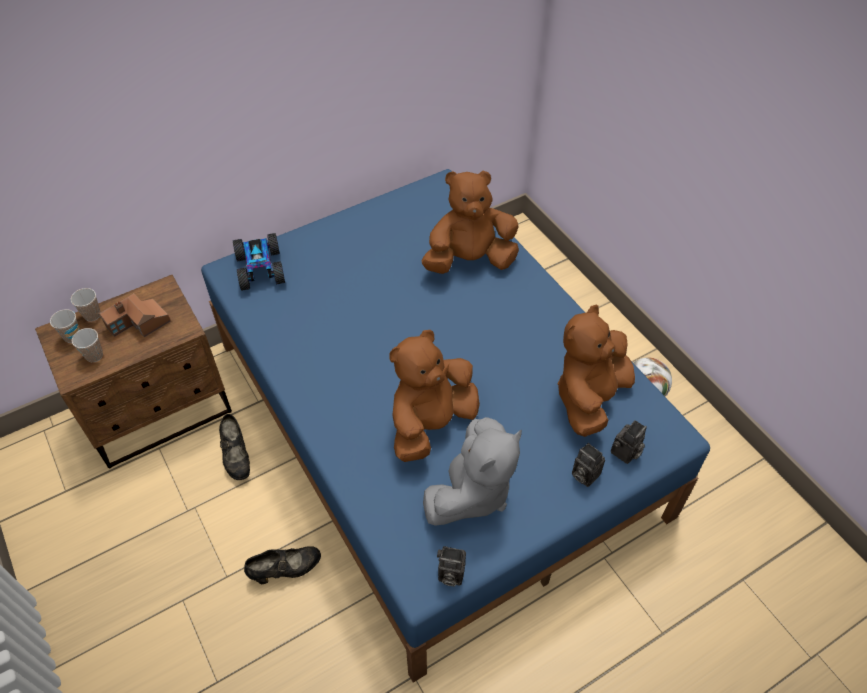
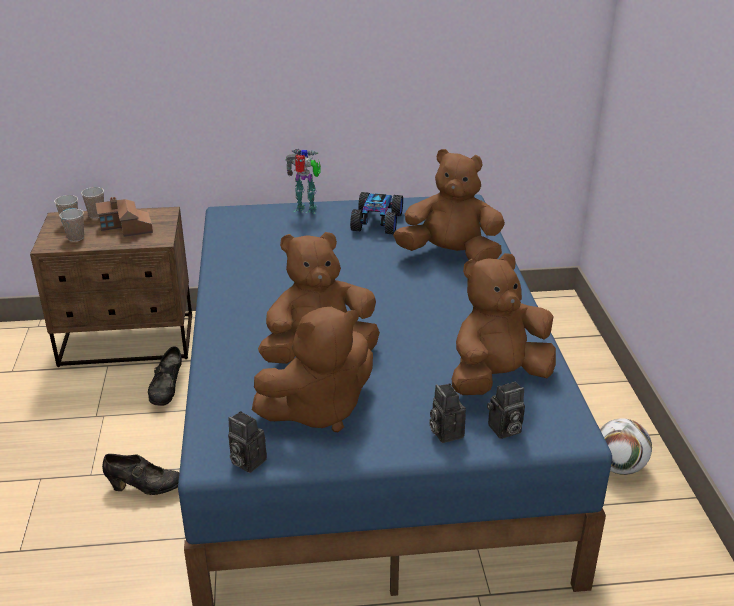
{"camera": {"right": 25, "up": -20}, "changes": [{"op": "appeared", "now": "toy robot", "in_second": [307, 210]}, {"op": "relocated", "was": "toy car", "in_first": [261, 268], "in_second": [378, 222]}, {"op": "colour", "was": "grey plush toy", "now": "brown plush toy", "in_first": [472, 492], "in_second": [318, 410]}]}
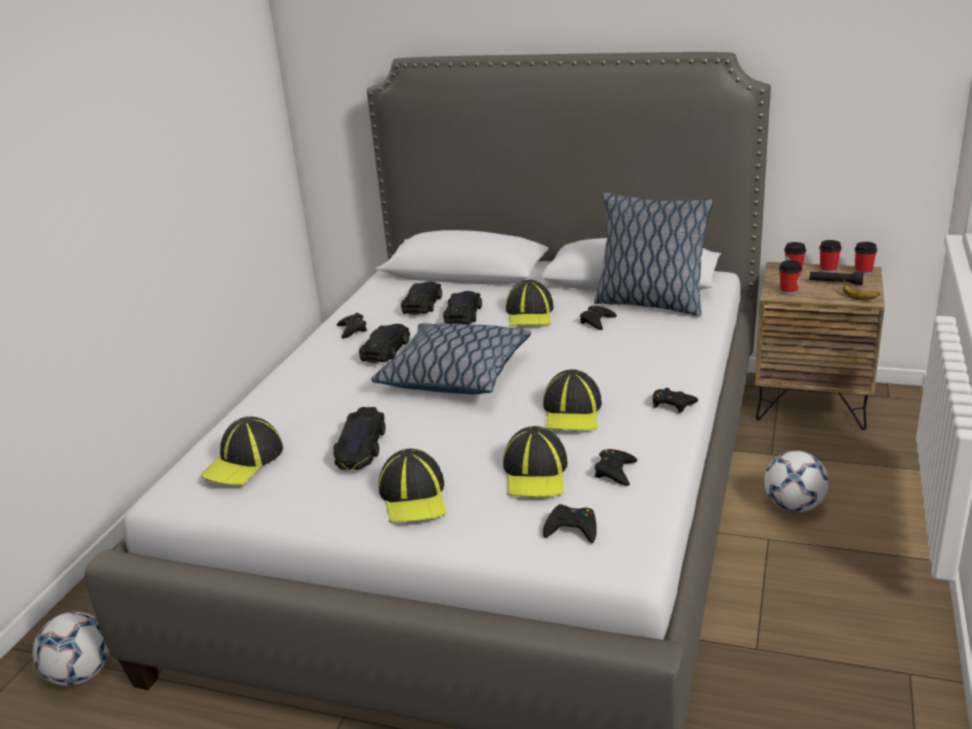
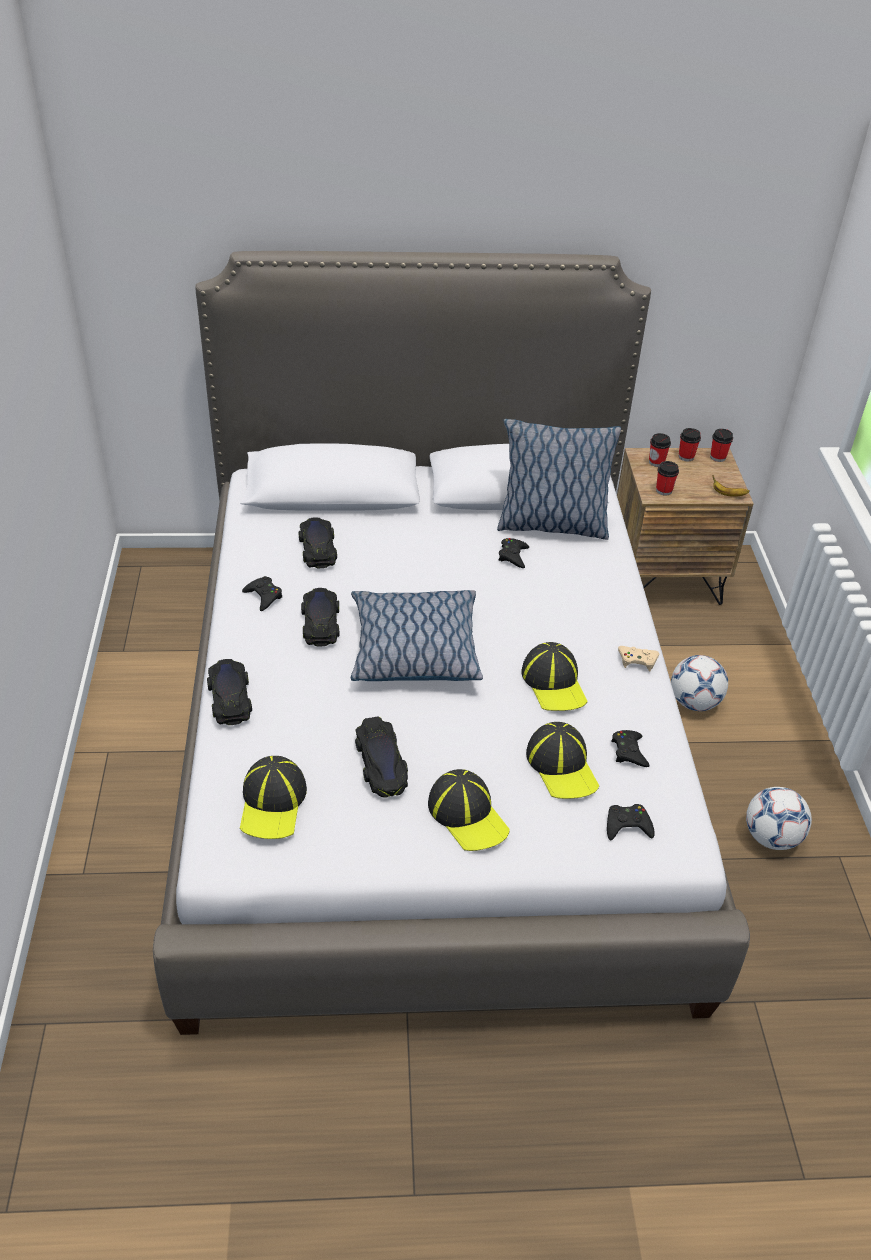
{"camera": {"right": -25, "up": 15}, "changes": [{"op": "missing", "was": "cap", "in_first": [530, 314]}, {"op": "missing", "was": "black flashlight", "in_first": [835, 283]}, {"op": "relocated", "was": "football", "in_first": [81, 674], "in_second": [771, 837]}, {"op": "relocated", "was": "black toy car", "in_first": [463, 314], "in_second": [230, 696]}, {"op": "colour", "was": "black game controller", "now": "beige game controller", "in_first": [672, 404], "in_second": [637, 660]}]}
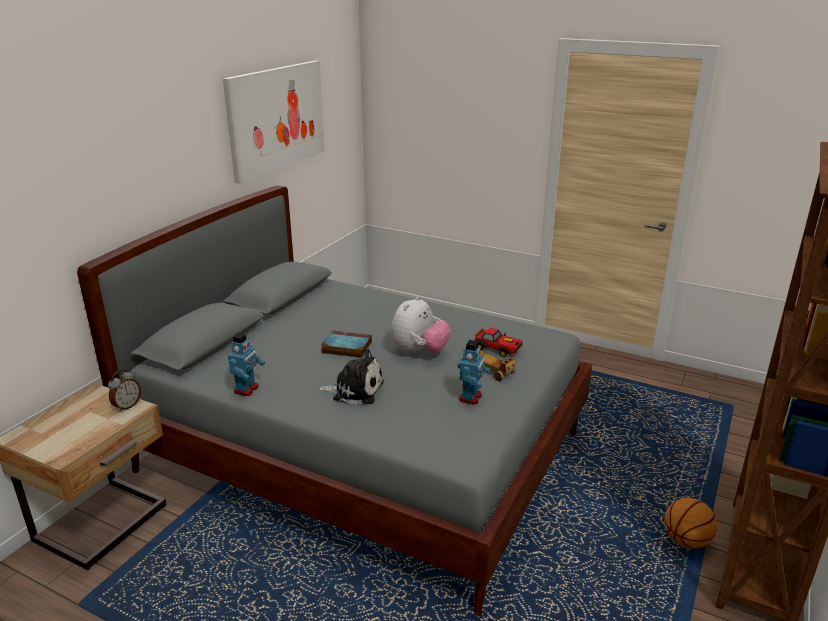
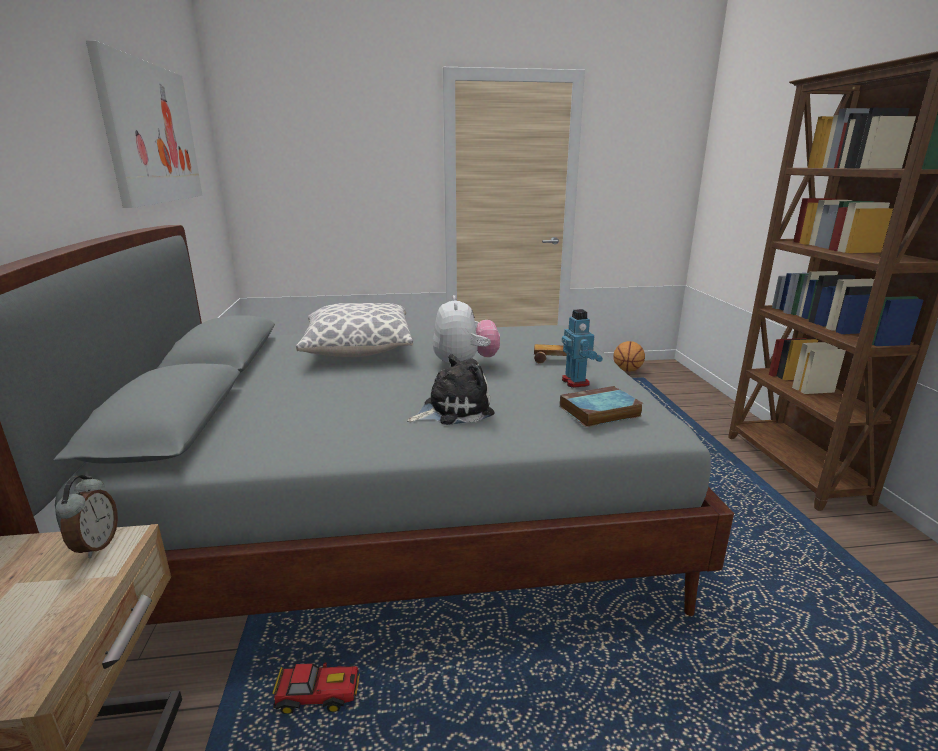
{"camera": {"right": -35, "up": -5}, "changes": [{"op": "missing", "was": "toy robot", "in_first": [247, 389]}, {"op": "appeared", "now": "pillow", "in_second": [358, 350]}, {"op": "relocated", "was": "book", "in_first": [345, 348], "in_second": [599, 412]}, {"op": "relocated", "was": "toy car", "in_first": [497, 349], "in_second": [319, 696]}, {"op": "relocated", "was": "basketball", "in_first": [685, 541], "in_second": [627, 370]}]}
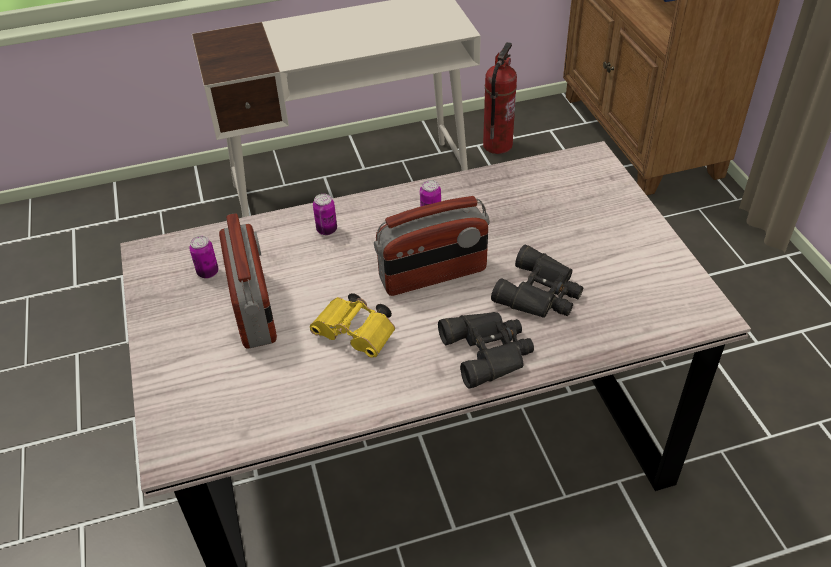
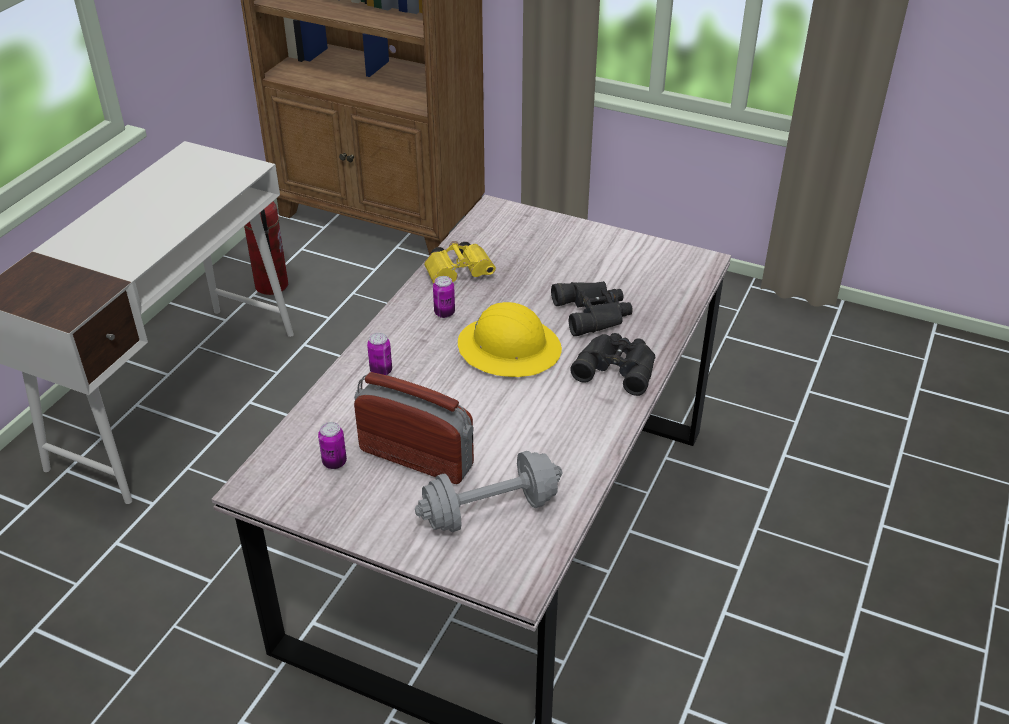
{"camera": {"right": -50, "up": -5}, "changes": [{"op": "appeared", "now": "grey dumbbell", "in_second": [490, 510]}, {"op": "relocated", "was": "yellow binoculars", "in_first": [357, 335], "in_second": [460, 274]}, {"op": "exchanged", "was": "radio", "now": "yellow hard hat", "in_first": [433, 275], "in_second": [509, 348]}]}
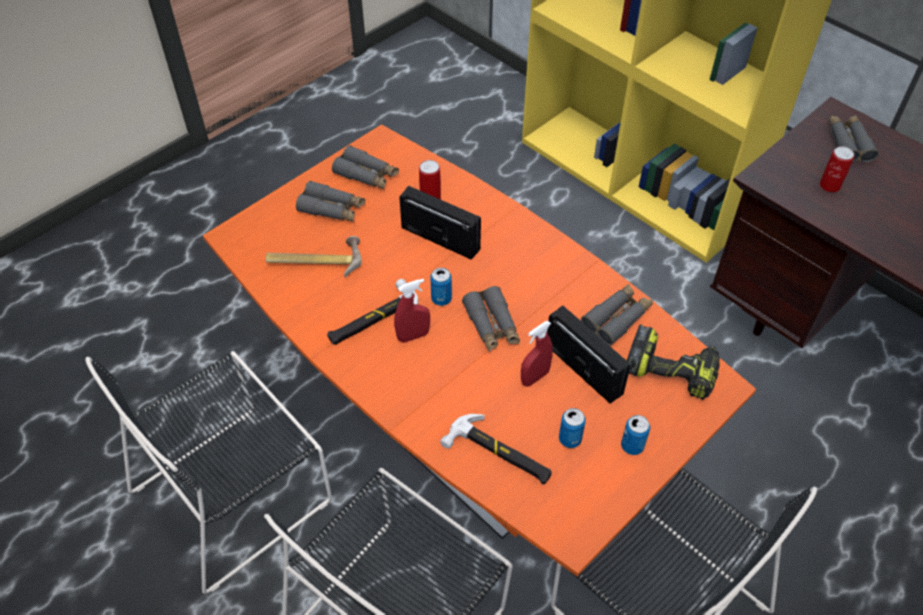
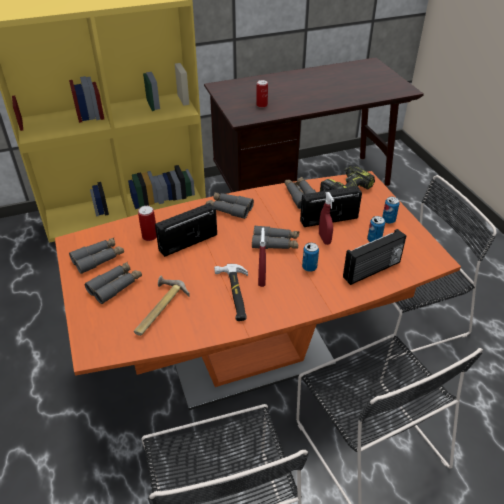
{"camera": {"right": -65, "up": -10}, "changes": [{"op": "relocated", "was": "can", "in_first": [441, 299], "in_second": [309, 267]}, {"op": "relocated", "was": "grey binoculars", "in_first": [848, 143], "in_second": [229, 209]}, {"op": "exchanged", "was": "hammer", "now": "radio", "in_first": [499, 454], "in_second": [372, 270]}]}
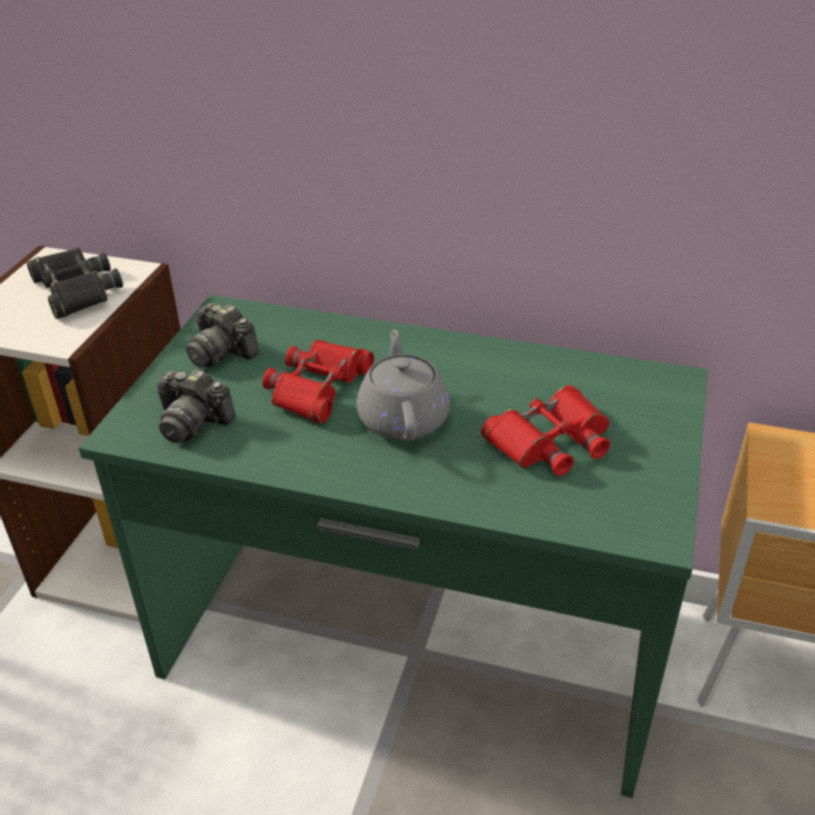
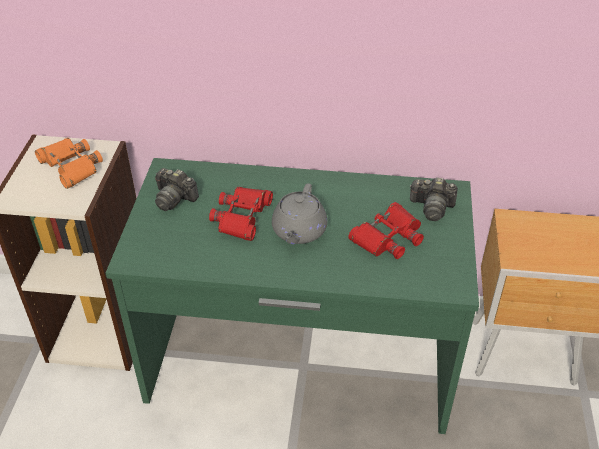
{"camera": {"right": -10, "up": 5}, "changes": [{"op": "relocated", "was": "photo camera", "in_first": [192, 422], "in_second": [432, 207]}, {"op": "colour", "was": "black binoculars", "now": "orange binoculars", "in_first": [75, 290], "in_second": [71, 166]}, {"op": "spun", "was": "grey teapot", "in_first": [403, 418], "in_second": [299, 231], "clockwise": -150}]}
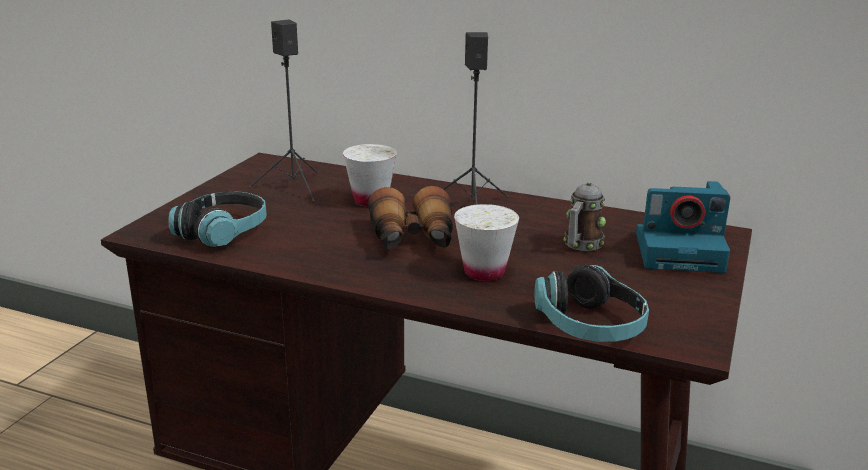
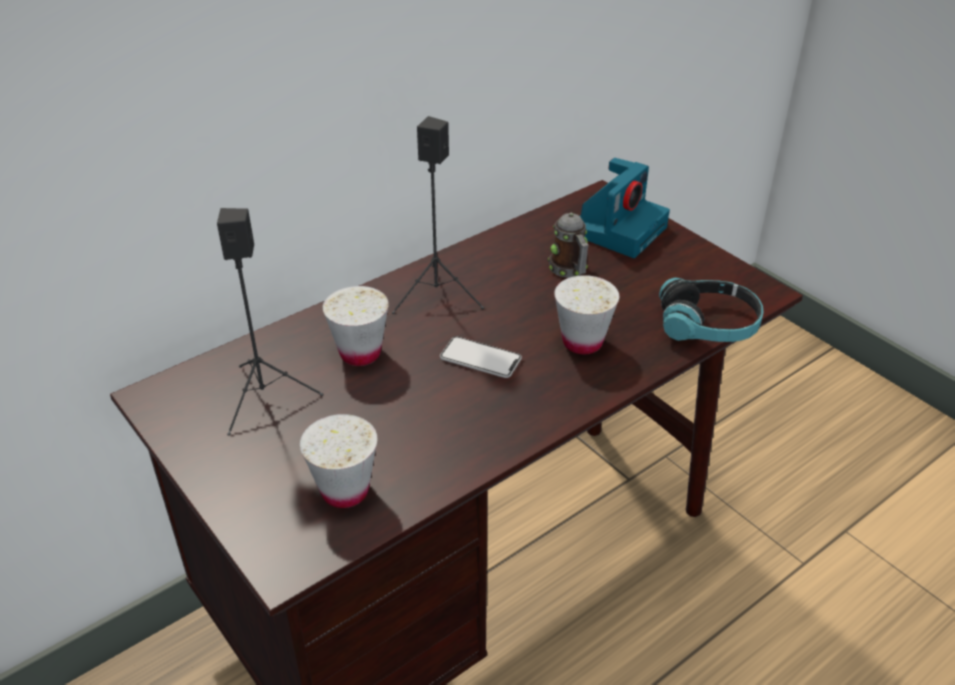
{"camera": {"right": -60, "up": 15}, "changes": [{"op": "exchanged", "was": "headphones", "now": "white cup", "in_first": [222, 231], "in_second": [345, 491]}, {"op": "exchanged", "was": "binoculars", "now": "phone", "in_first": [412, 239], "in_second": [480, 359]}]}
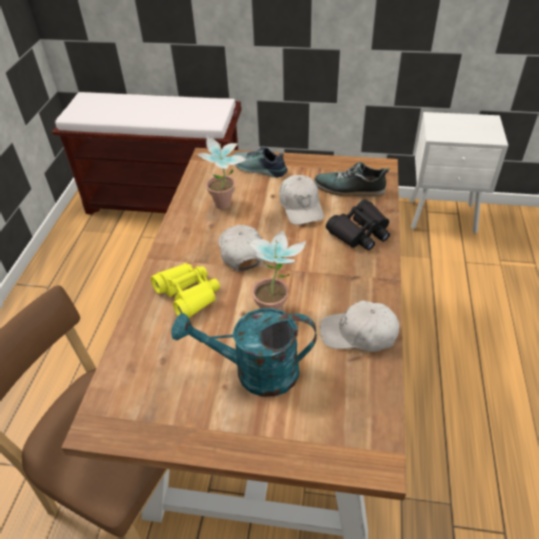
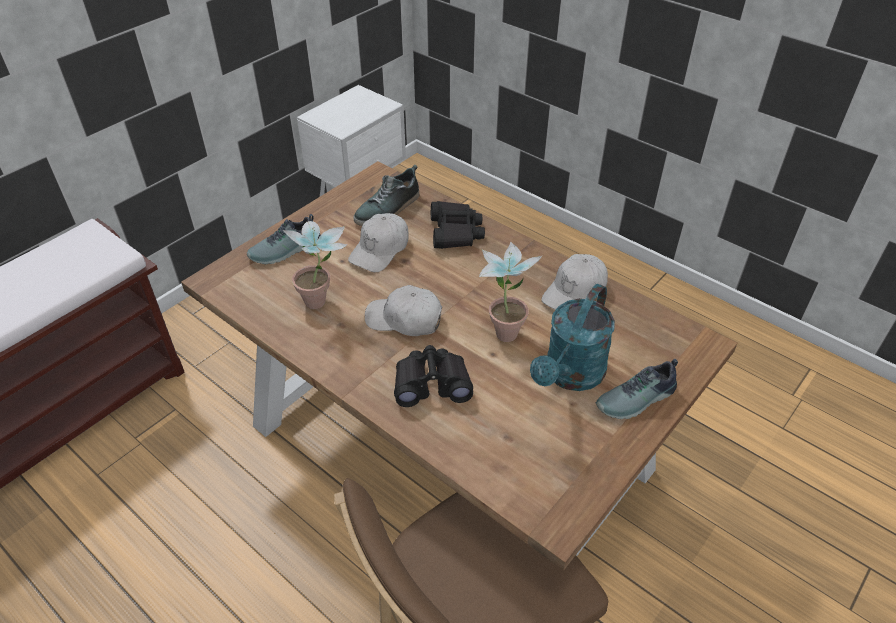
{"camera": {"right": -60, "up": 0}, "changes": [{"op": "appeared", "now": "shoe", "in_second": [637, 400]}, {"op": "colour", "was": "yellow binoculars", "now": "black binoculars", "in_first": [188, 294], "in_second": [432, 384]}, {"op": "spun", "was": "white cap", "in_first": [301, 206], "in_second": [380, 250], "clockwise": 105}]}
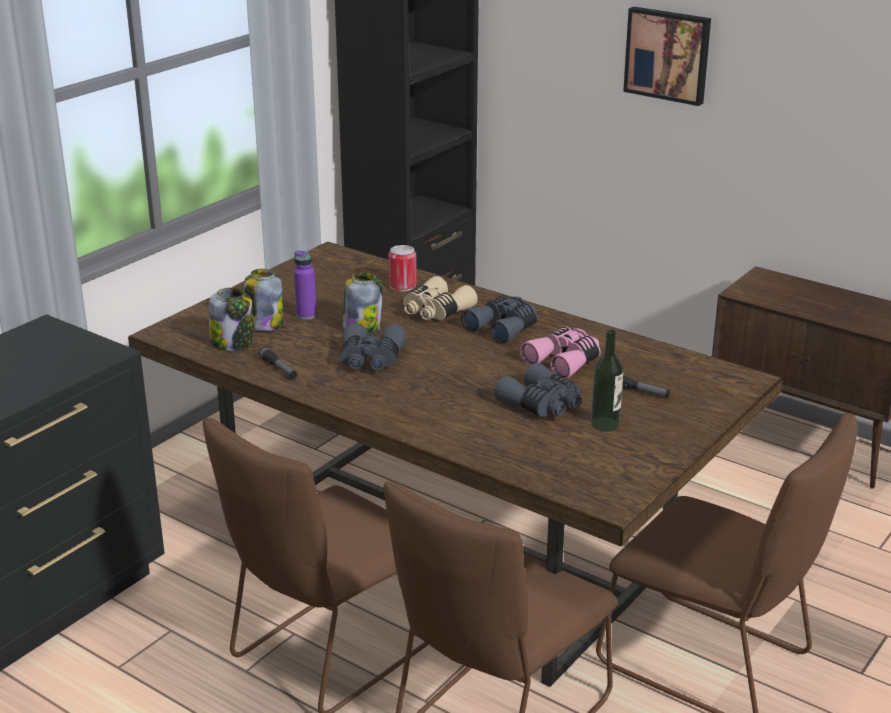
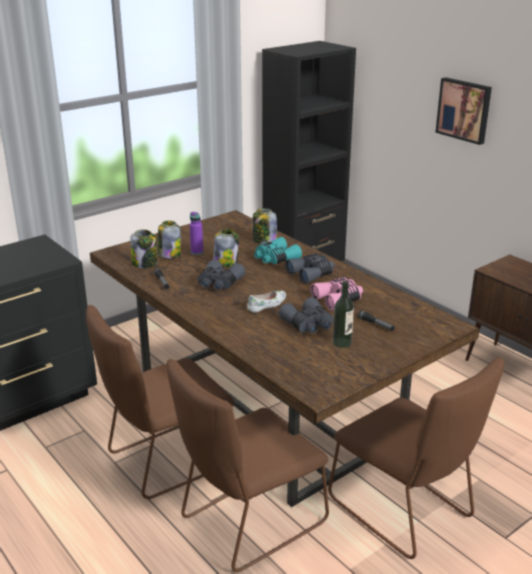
{"camera": {"right": 15, "up": 0}, "changes": [{"op": "appeared", "now": "white shoe", "in_second": [267, 305]}, {"op": "exchanged", "was": "can", "now": "jar", "in_first": [402, 286], "in_second": [264, 241]}, {"op": "colour", "was": "beige binoculars", "now": "turquoise binoculars", "in_first": [435, 311], "in_second": [275, 258]}]}
